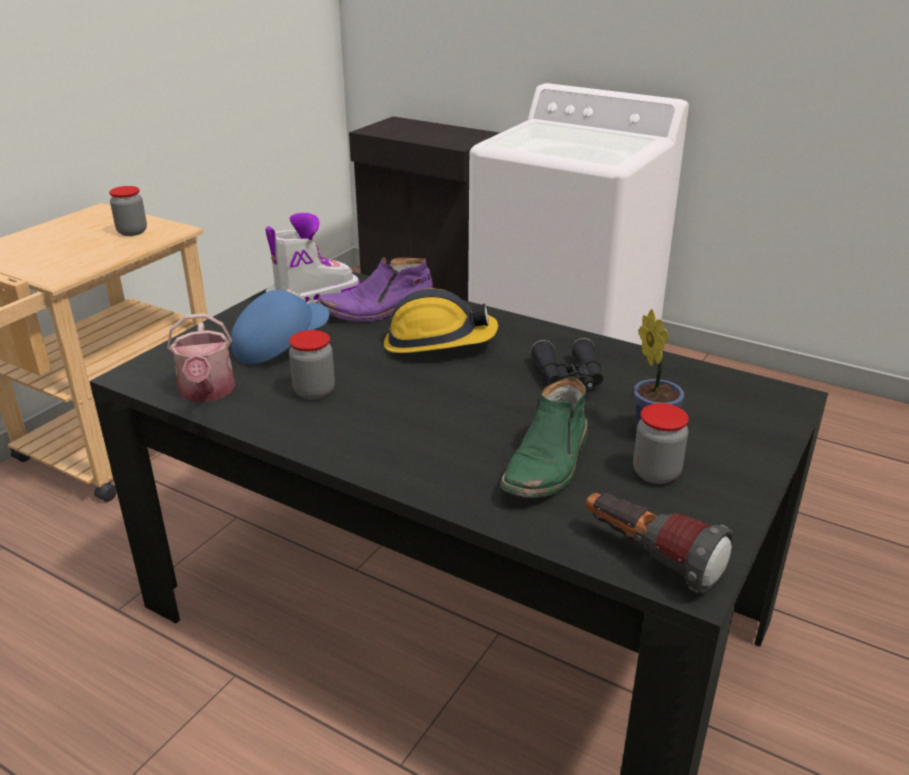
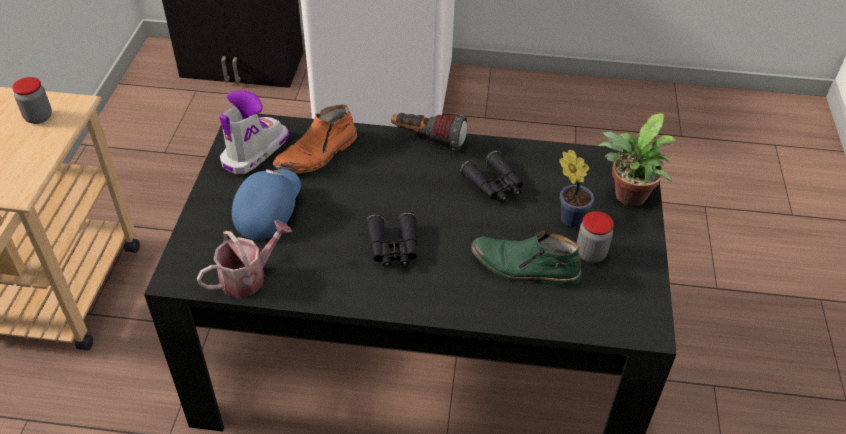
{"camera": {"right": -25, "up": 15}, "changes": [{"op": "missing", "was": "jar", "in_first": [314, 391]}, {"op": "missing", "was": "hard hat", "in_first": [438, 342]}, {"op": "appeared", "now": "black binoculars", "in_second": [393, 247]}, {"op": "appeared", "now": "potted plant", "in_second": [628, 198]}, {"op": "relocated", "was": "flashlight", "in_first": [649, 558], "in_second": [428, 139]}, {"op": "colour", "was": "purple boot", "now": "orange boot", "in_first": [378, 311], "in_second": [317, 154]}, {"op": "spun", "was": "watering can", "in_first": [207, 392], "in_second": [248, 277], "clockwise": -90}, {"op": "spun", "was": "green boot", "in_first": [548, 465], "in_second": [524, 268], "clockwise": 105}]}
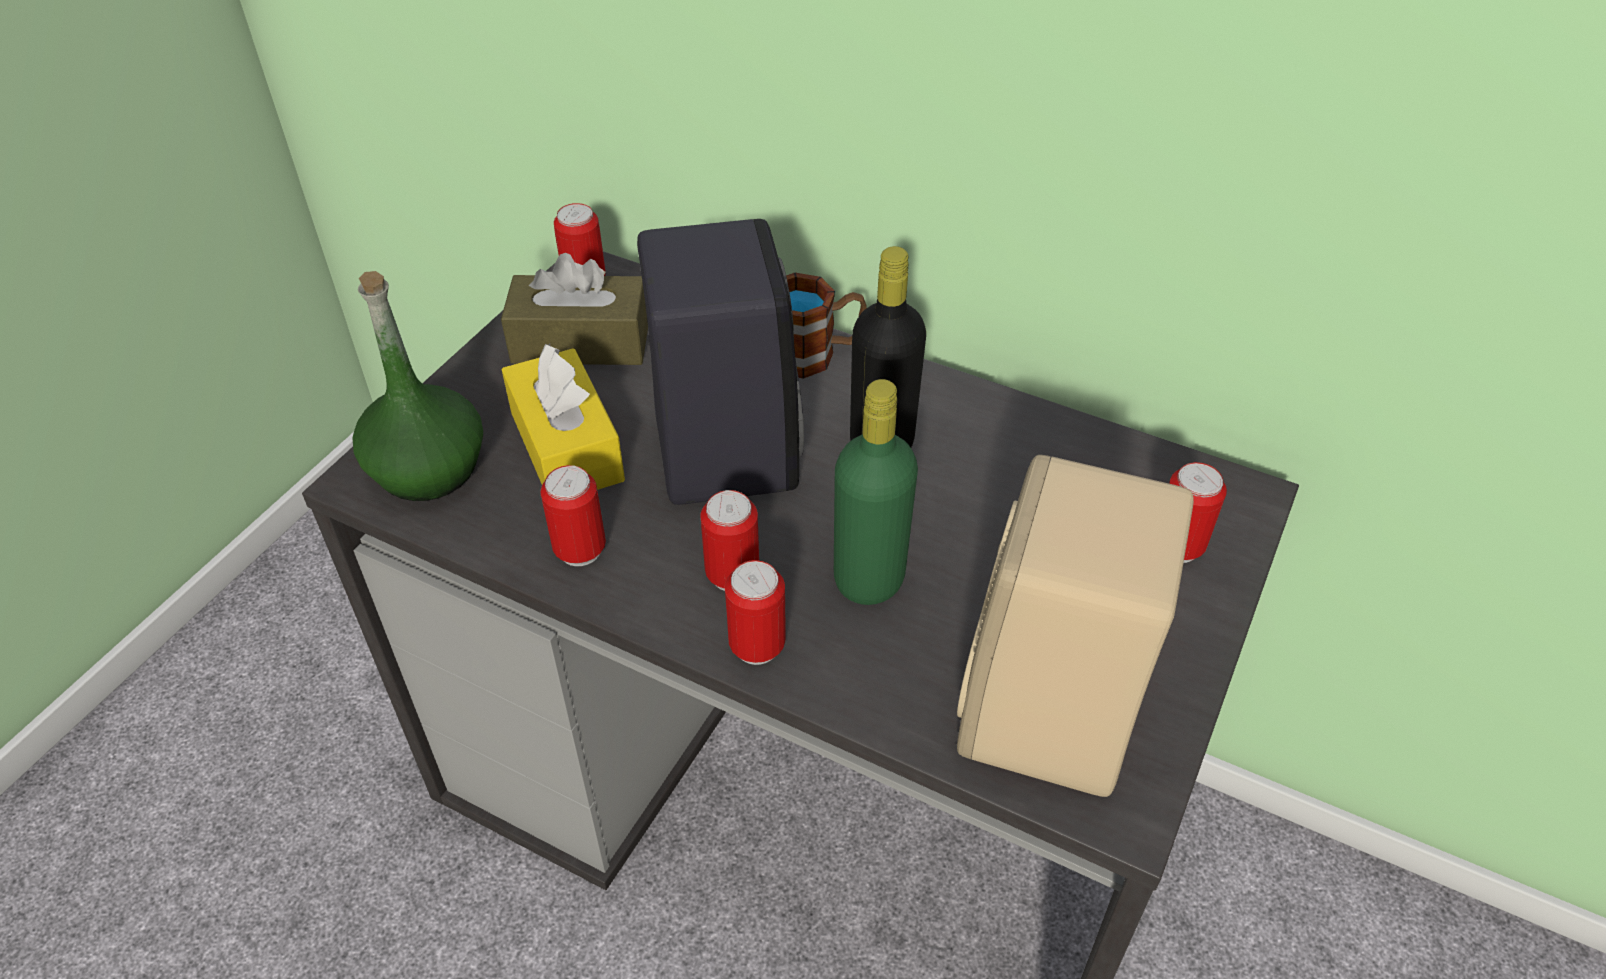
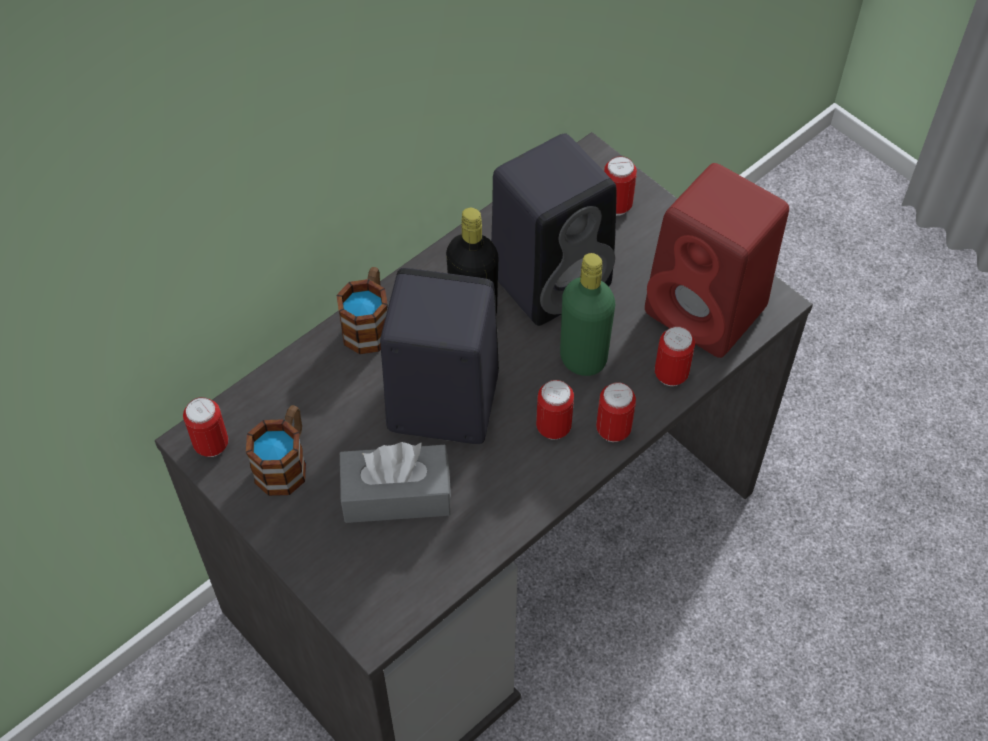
{"camera": {"right": -70, "up": 10}, "changes": [{"op": "missing", "was": "green bottle", "in_first": [429, 469]}, {"op": "appeared", "now": "black speaker", "in_second": [552, 277]}, {"op": "relocated", "was": "can", "in_first": [580, 550], "in_second": [671, 375]}, {"op": "exchanged", "was": "brown tissue box", "now": "mug", "in_first": [581, 342], "in_second": [285, 463]}, {"op": "colour", "was": "yellow tissue box", "now": "grey tissue box", "in_first": [566, 446], "in_second": [396, 494]}, {"op": "colour", "was": "beige speaker", "now": "red speaker", "in_first": [1048, 718], "in_second": [709, 311]}]}
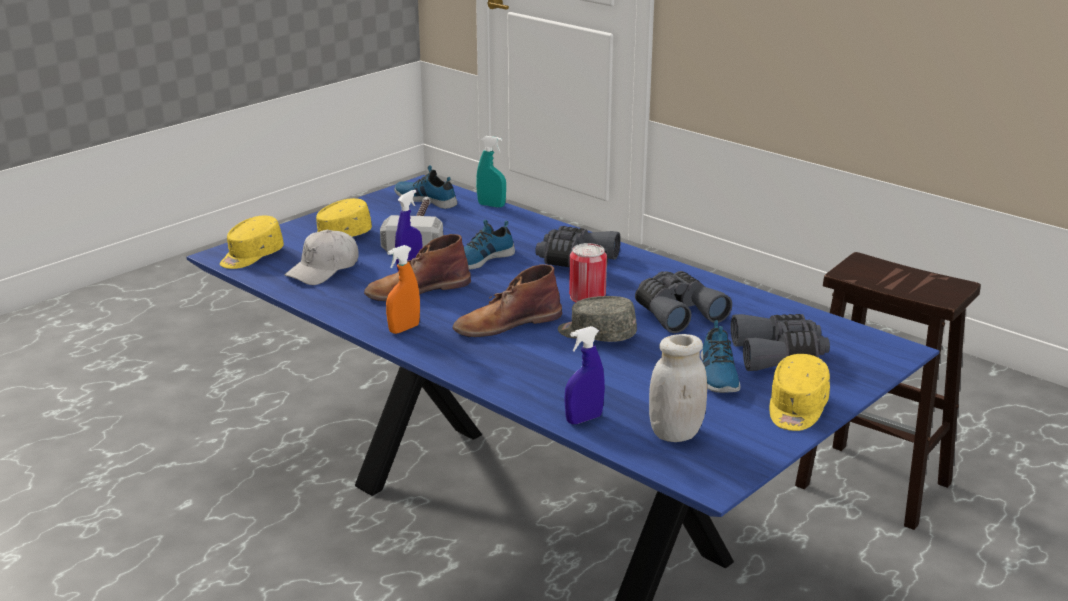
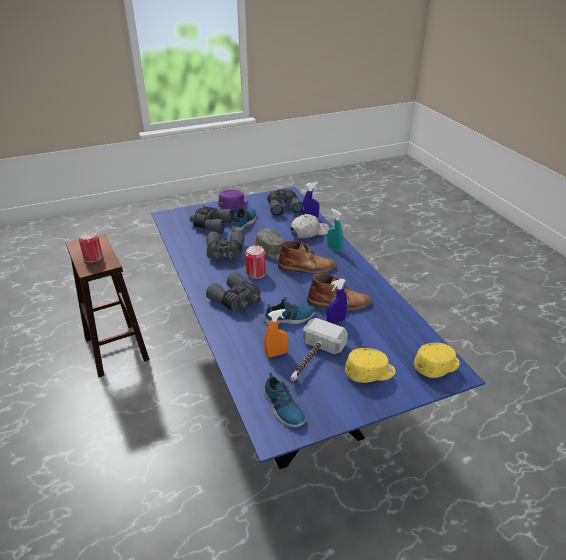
{"camera": {"right": -155, "up": 10}, "changes": [{"op": "appeared", "now": "can", "in_second": [93, 257]}, {"op": "relocated", "was": "white cap", "in_first": [324, 269], "in_second": [309, 232]}, {"op": "relocated", "was": "orange spray bottle", "in_first": [404, 329], "in_second": [276, 354]}, {"op": "relocated", "was": "turquoise spray bottle", "in_first": [491, 205], "in_second": [334, 249]}, {"op": "exchanged", "was": "white jar", "now": "grey binoculars", "in_first": [675, 433], "in_second": [284, 207]}, {"op": "colour", "was": "yellow cap", "now": "purple cap", "in_first": [796, 408], "in_second": [234, 205]}]}
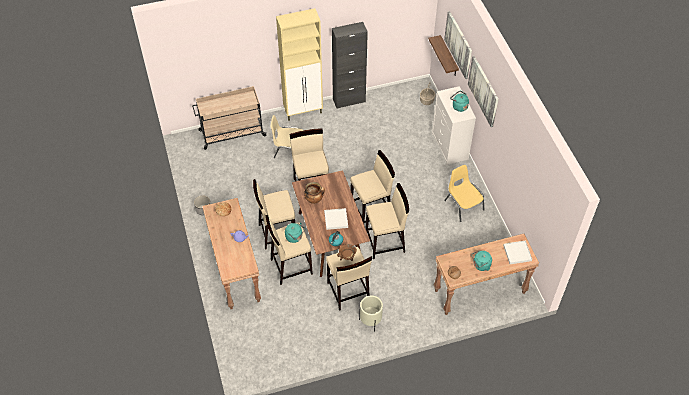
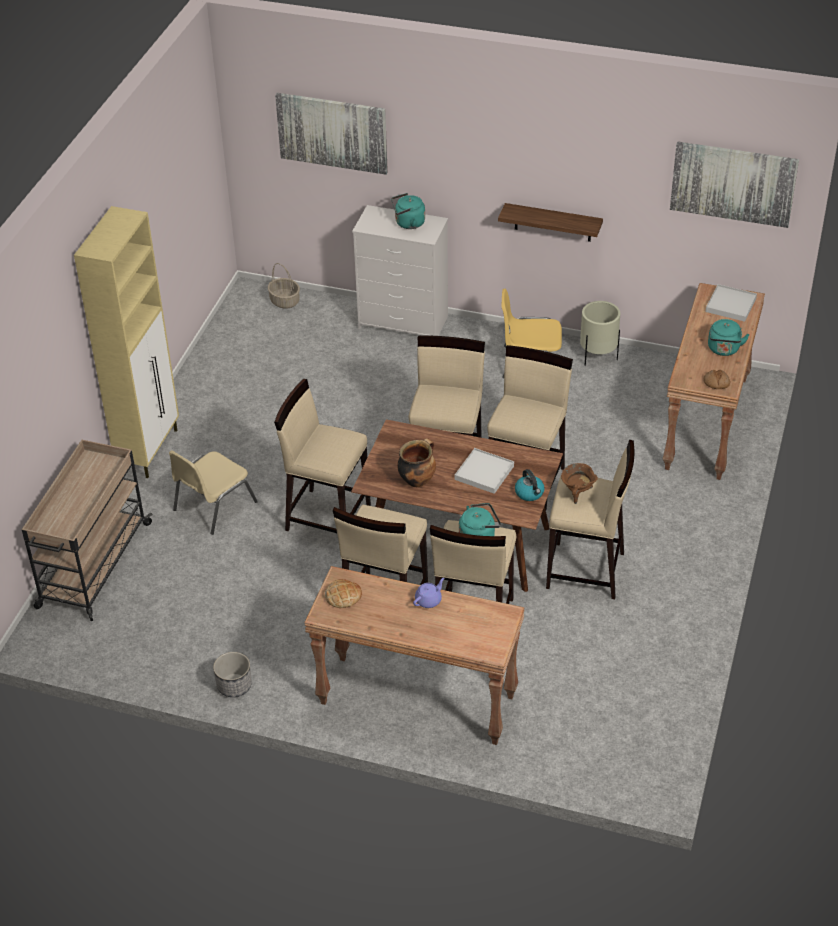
{"camera": {"right": -55, "up": -10}, "changes": [{"op": "missing", "was": "black cabinet", "in_first": [349, 100]}, {"op": "relocated", "was": "beige planter", "in_first": [370, 321], "in_second": [598, 357]}, {"op": "relocated", "was": "shelf", "in_first": [449, 57], "in_second": [553, 222]}, {"op": "relocated", "was": "picture", "in_first": [483, 91], "in_second": [733, 183]}]}
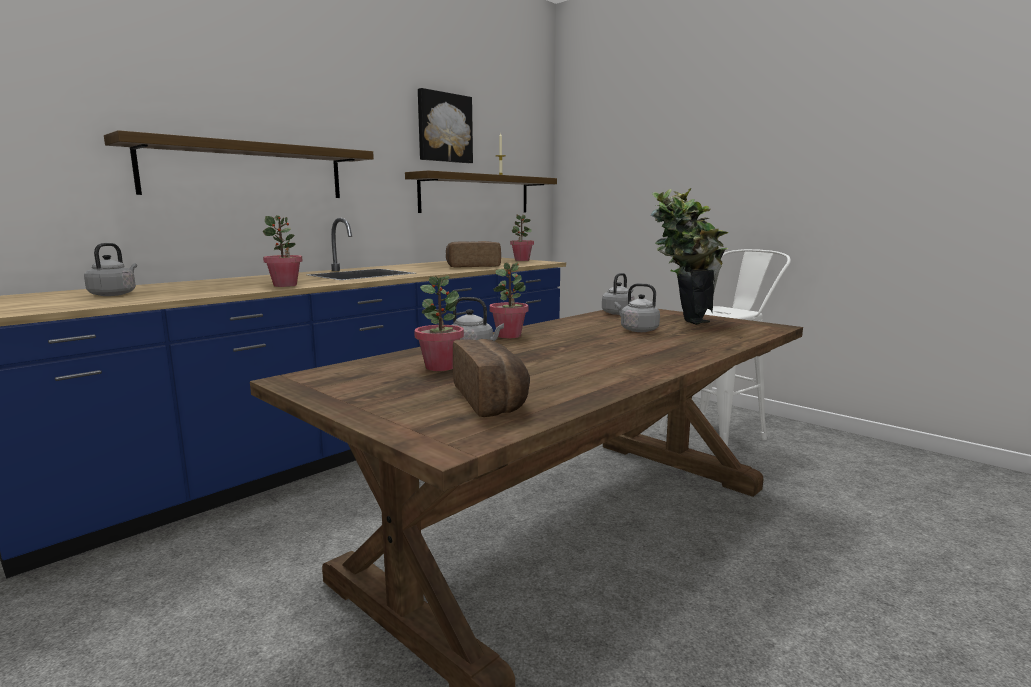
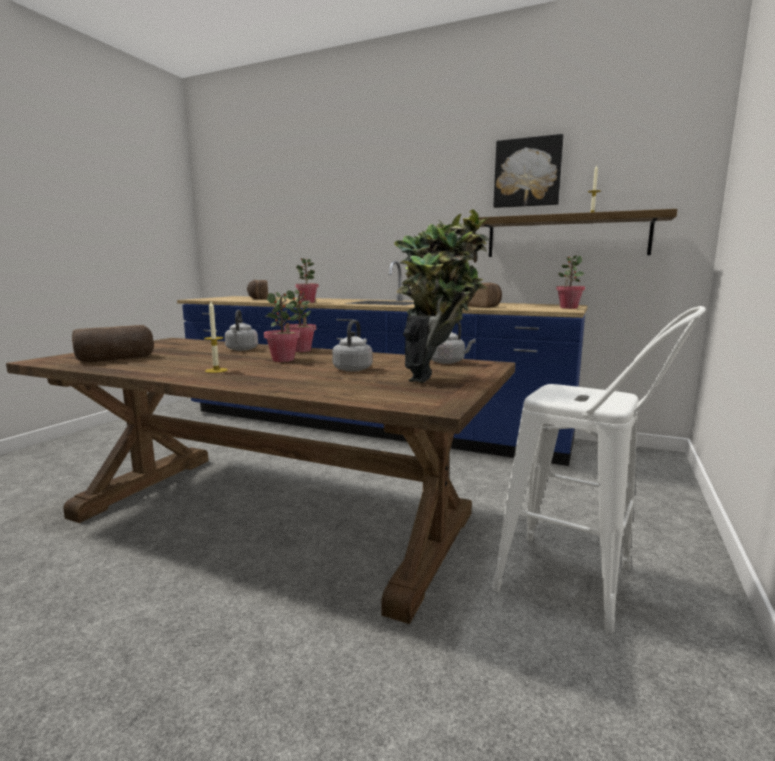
{"camera": {"right": 70, "up": 0}, "changes": [{"op": "missing", "was": "shelf", "in_first": [247, 171]}, {"op": "appeared", "now": "candle", "in_second": [216, 370]}, {"op": "relocated", "was": "potted plant", "in_first": [440, 367], "in_second": [283, 360]}, {"op": "exchanged", "was": "grey kettle", "now": "bread", "in_first": [114, 294], "in_second": [257, 298]}]}
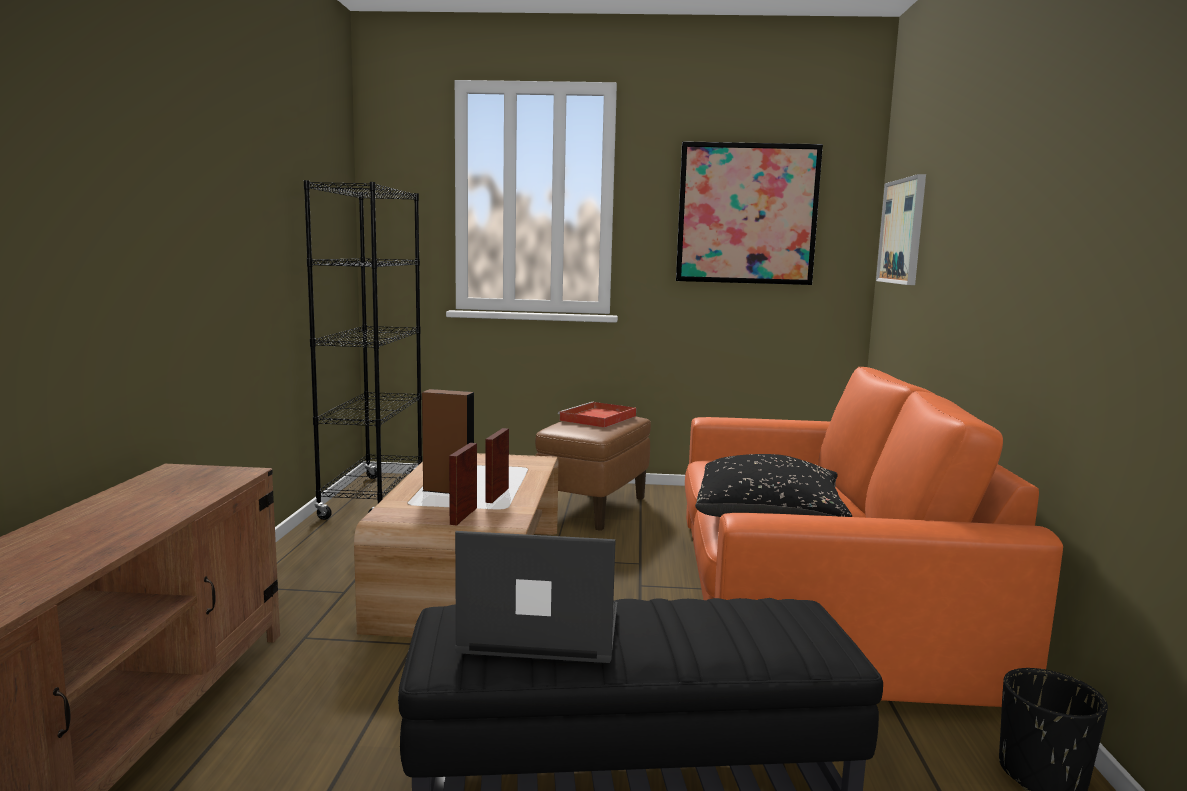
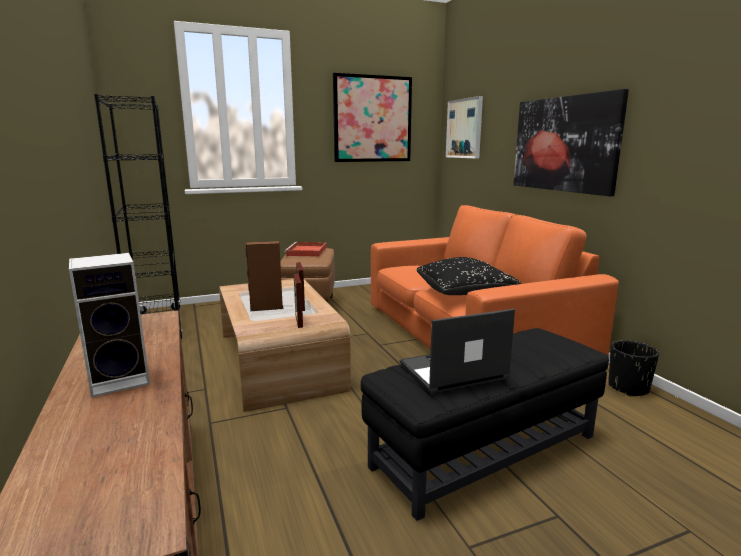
{"camera": {"right": -25, "up": 5}, "changes": [{"op": "appeared", "now": "speaker", "in_second": [122, 379]}, {"op": "appeared", "now": "picture", "in_second": [564, 144]}]}
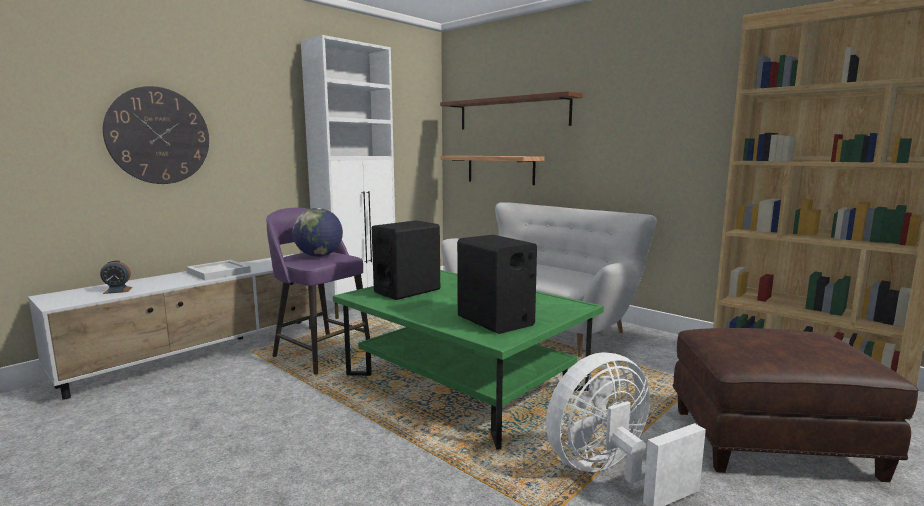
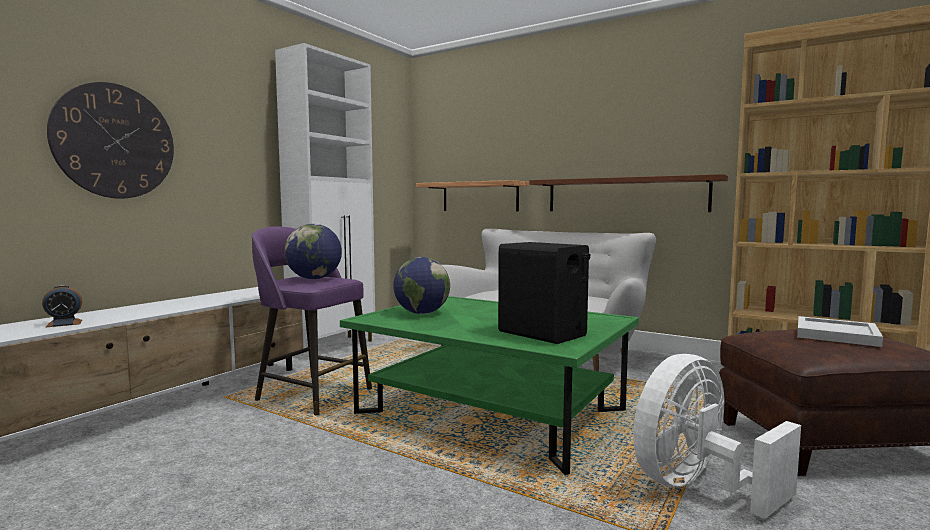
{"camera": {"right": -10, "up": -5}, "changes": [{"op": "relocated", "was": "white tray", "in_first": [219, 272], "in_second": [837, 334]}, {"op": "relocated", "was": "brown shelf", "in_first": [512, 113], "in_second": [624, 195]}, {"op": "exchanged", "was": "black speaker", "now": "globe", "in_first": [407, 291], "in_second": [422, 313]}]}
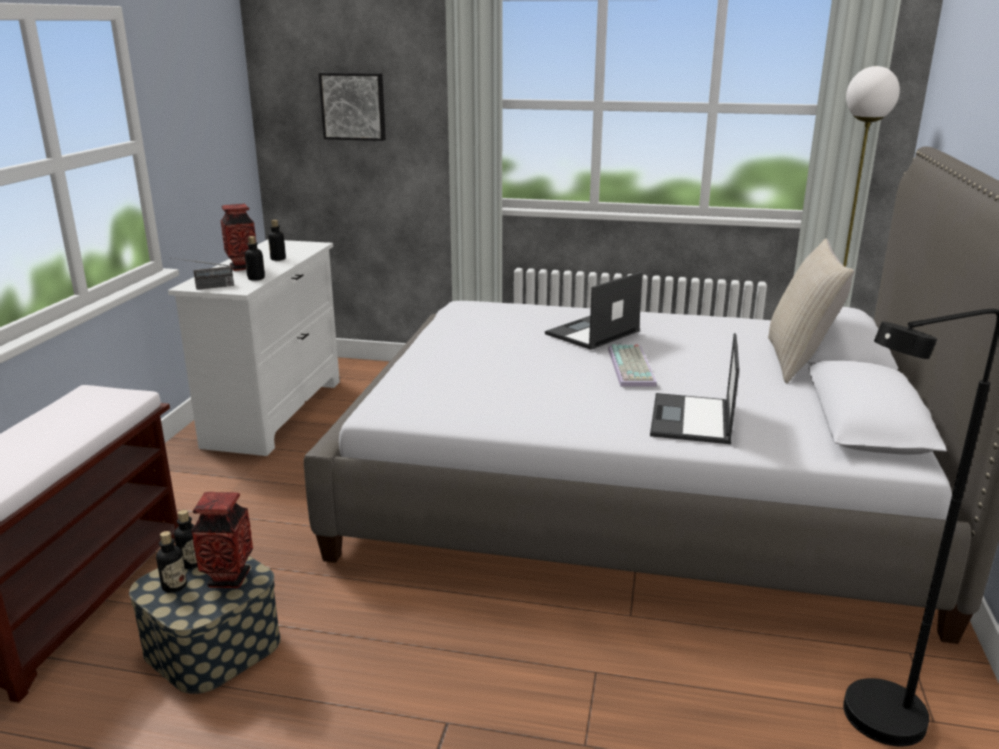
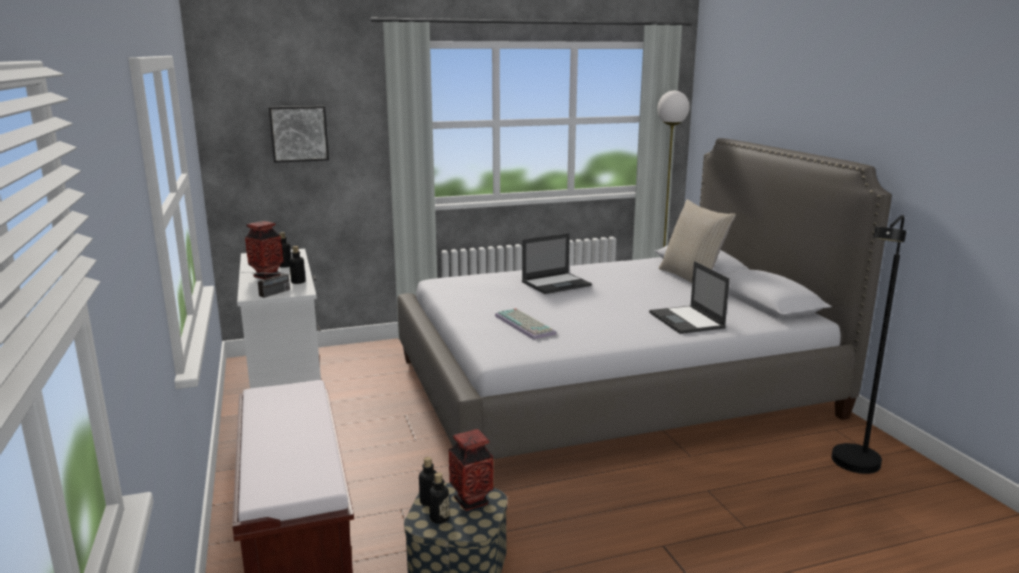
{"camera": {"right": -30, "up": -5}, "changes": [{"op": "relocated", "was": "keyboard", "in_first": [633, 367], "in_second": [526, 325]}, {"op": "spun", "was": "laptop", "in_first": [592, 333], "in_second": [557, 283], "clockwise": -135}]}
